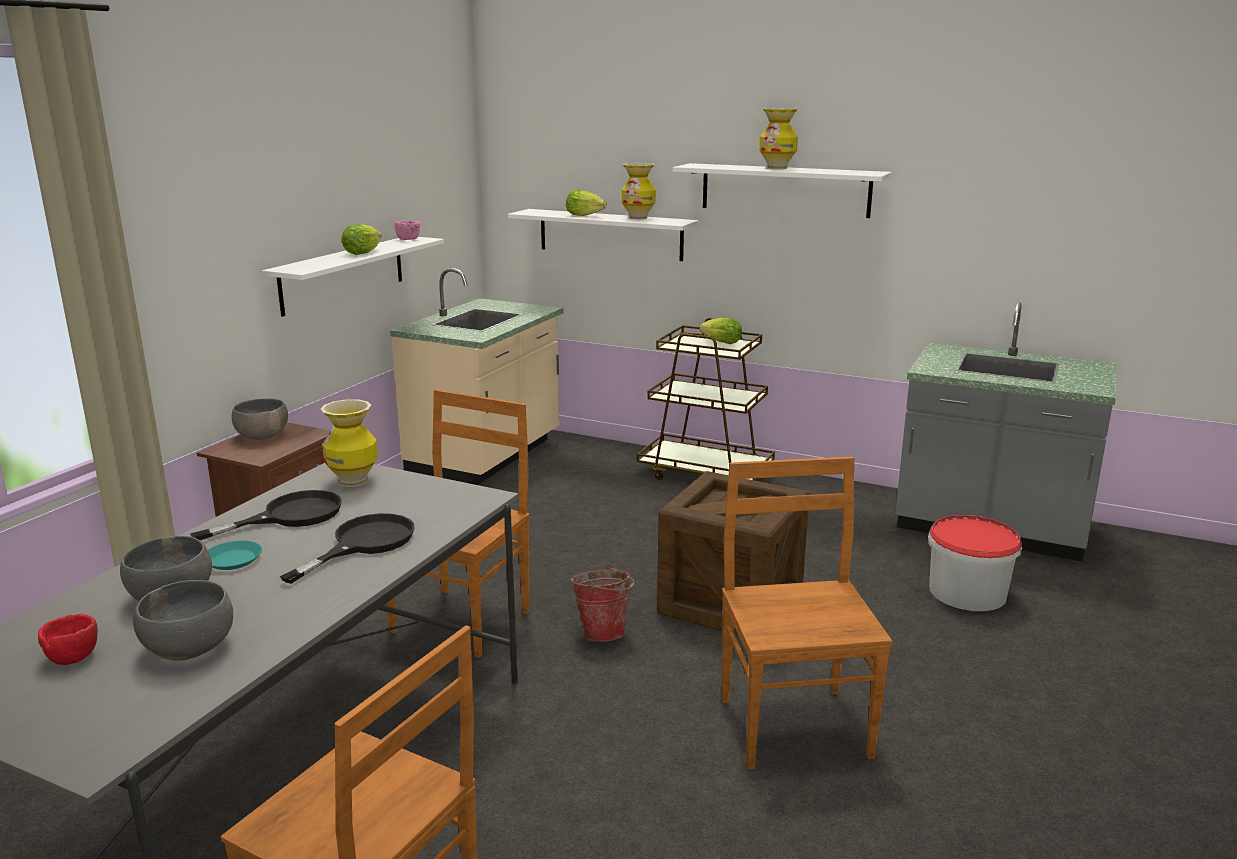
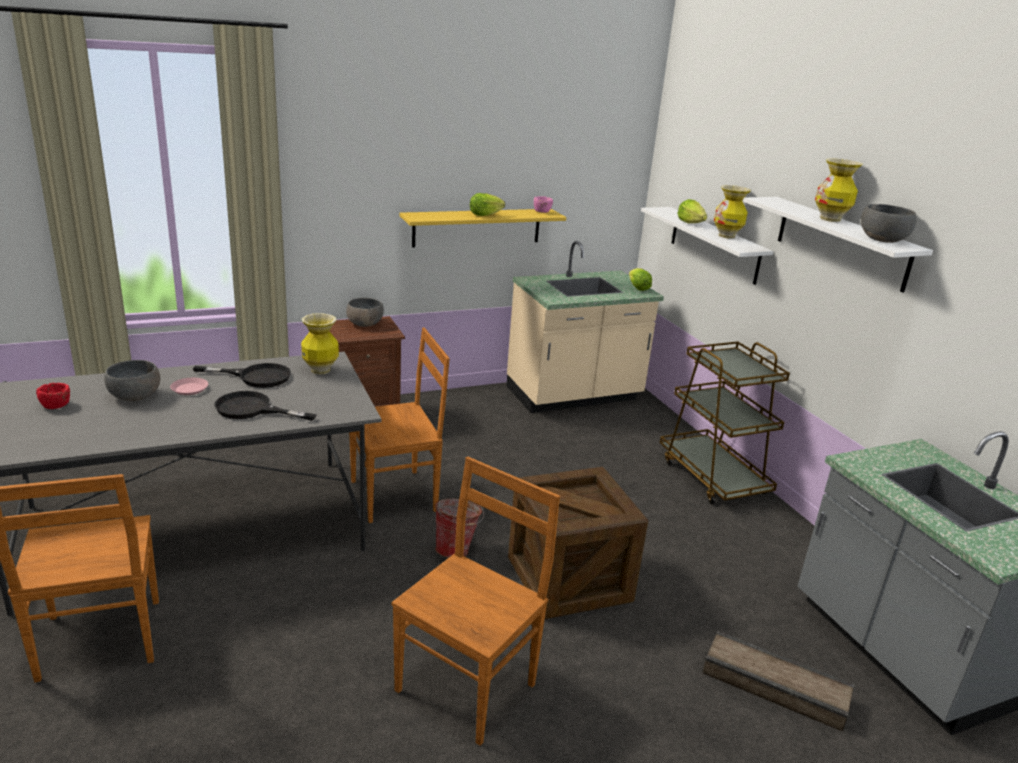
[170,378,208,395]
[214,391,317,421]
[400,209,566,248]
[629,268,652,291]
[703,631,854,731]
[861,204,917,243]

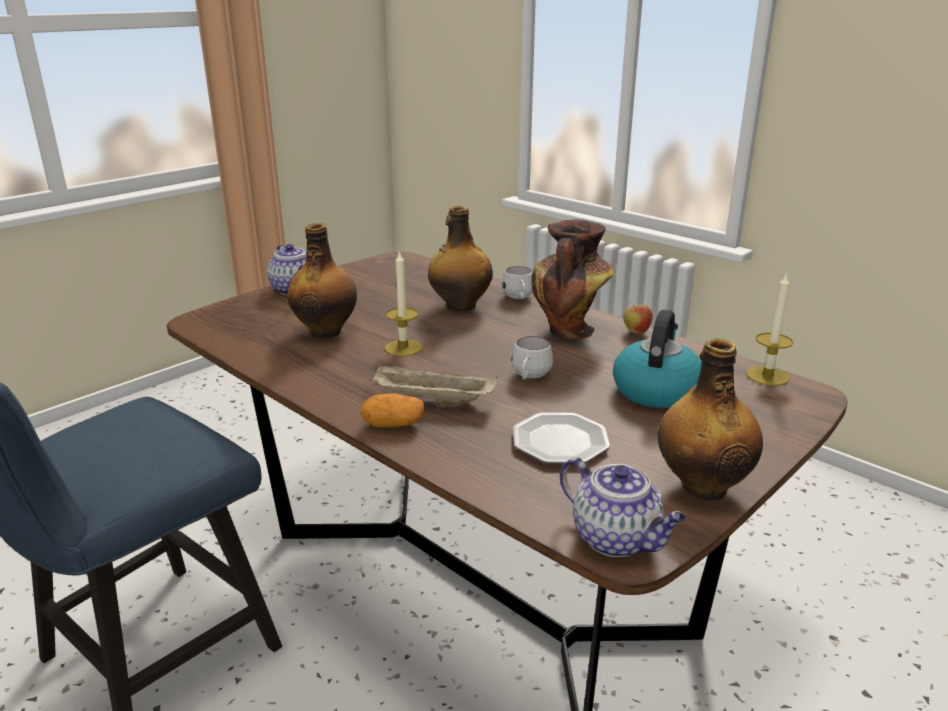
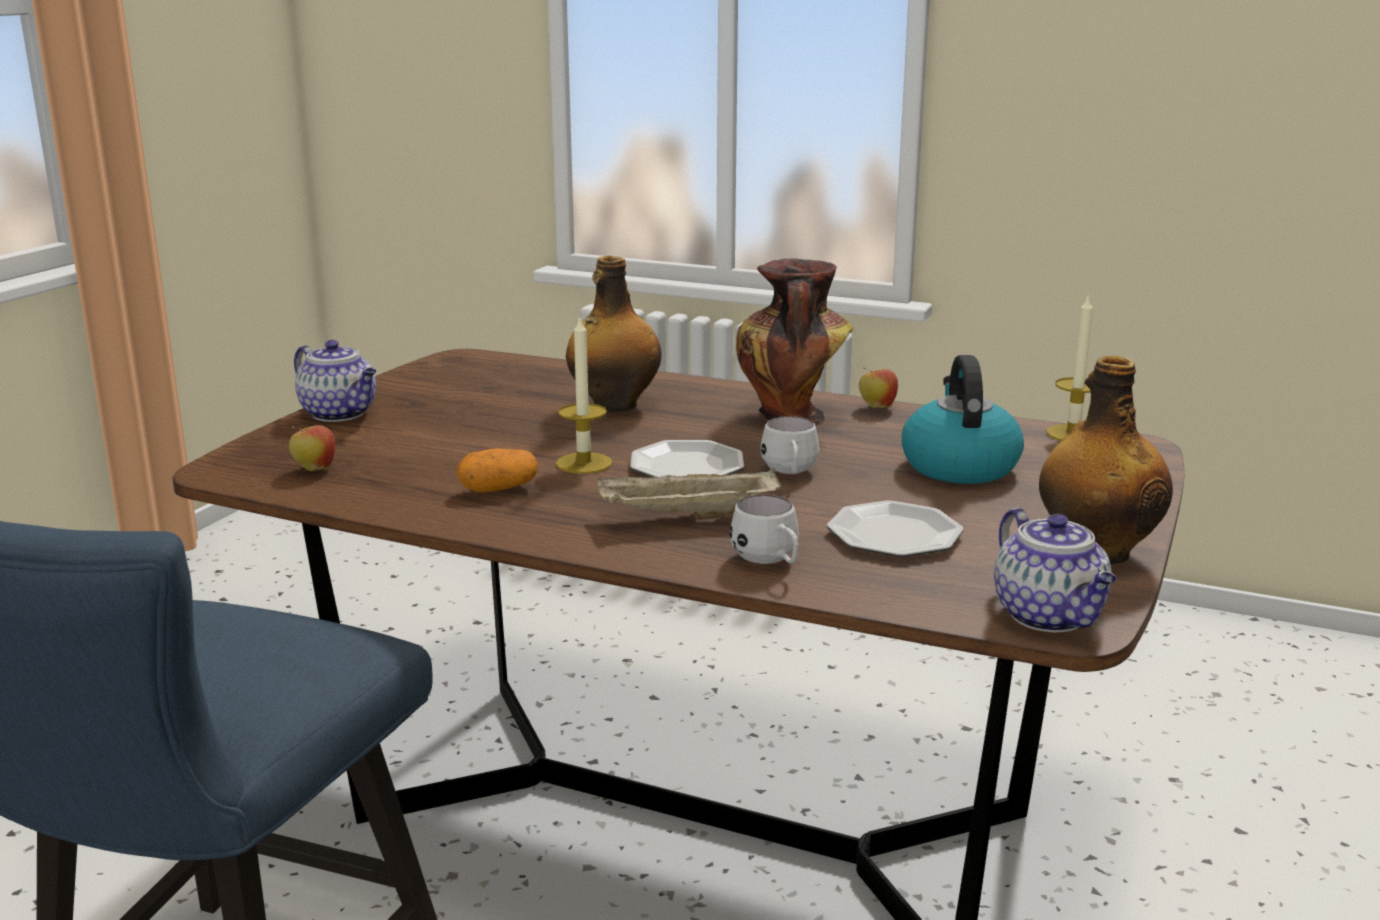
[289,425,335,471]
[456,448,538,492]
[630,440,744,477]
[729,495,799,564]
[994,507,1117,632]
[287,223,357,338] (first image)

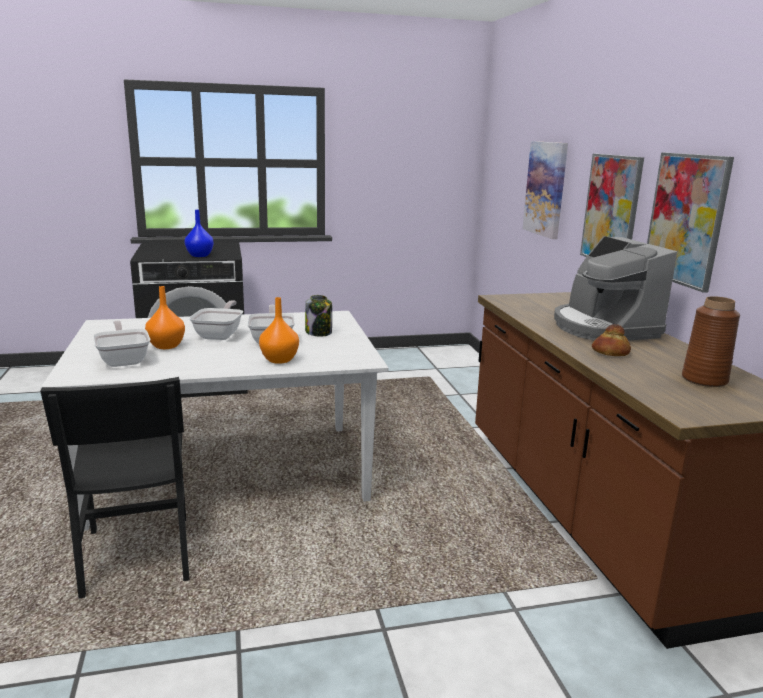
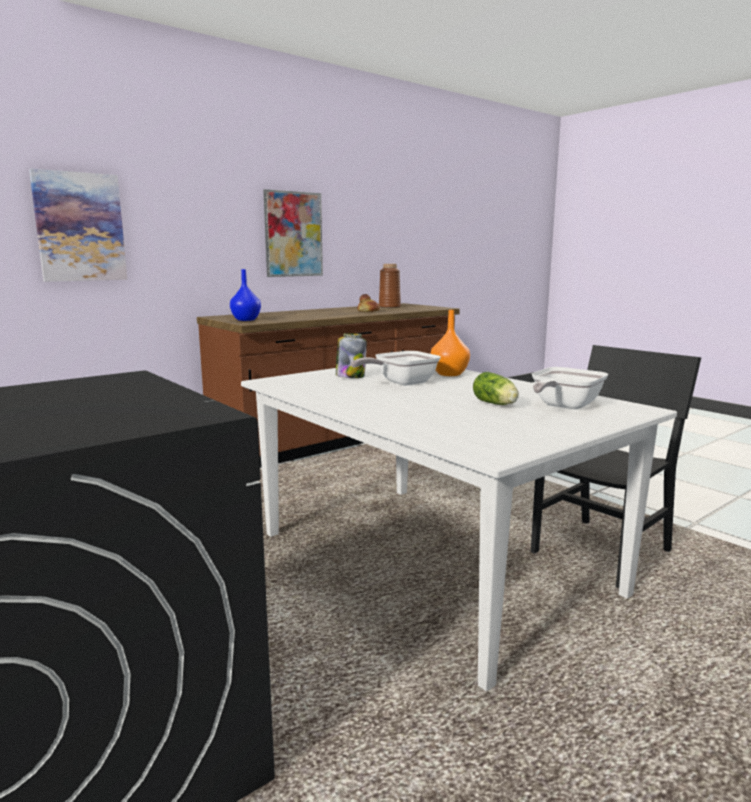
[230,269,261,321]
[473,372,519,405]
[189,300,243,340] (first image)
[554,236,677,341] (first image)
[580,154,644,257] (first image)

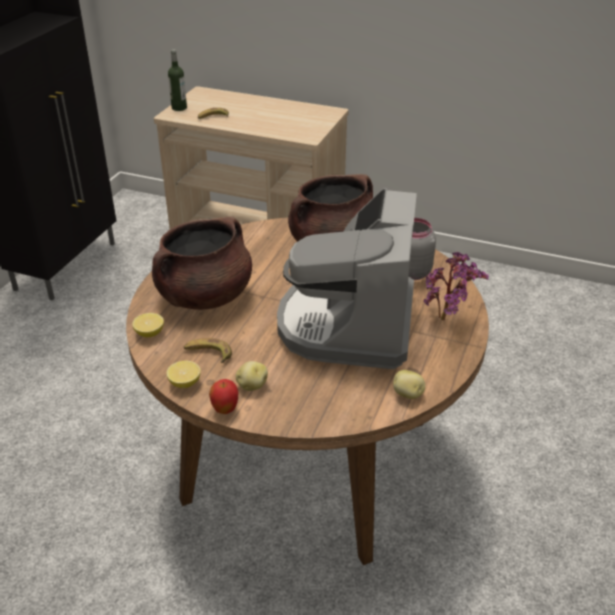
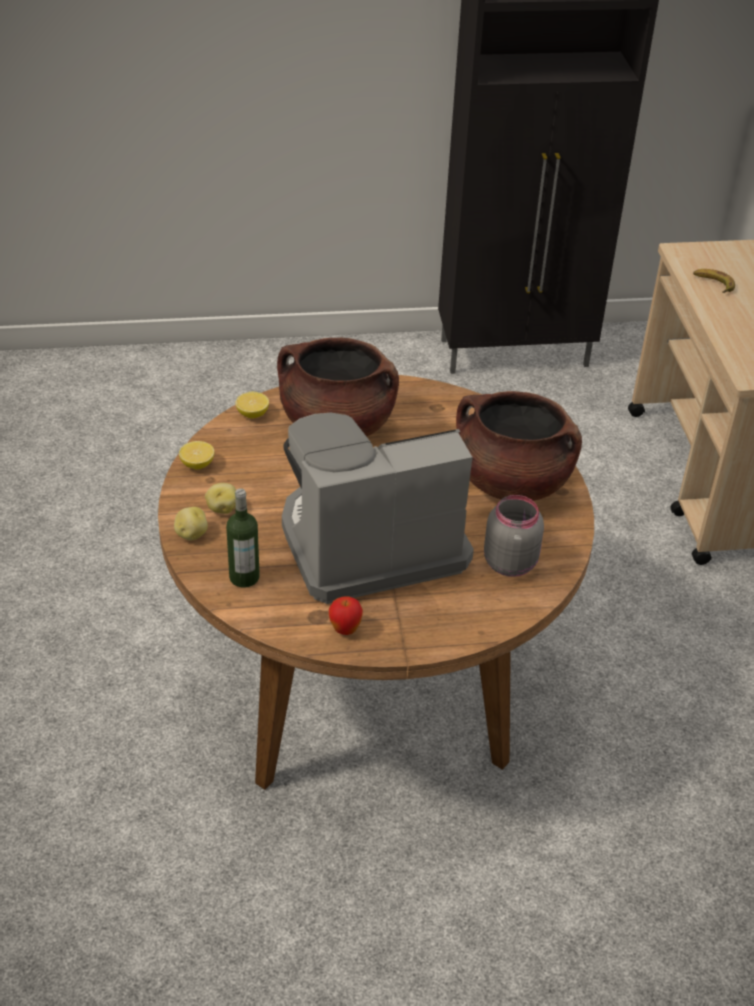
[174,507,208,540]
[226,488,260,587]
[329,596,363,635]
[184,338,232,363] (first image)
[424,252,489,320] (first image)

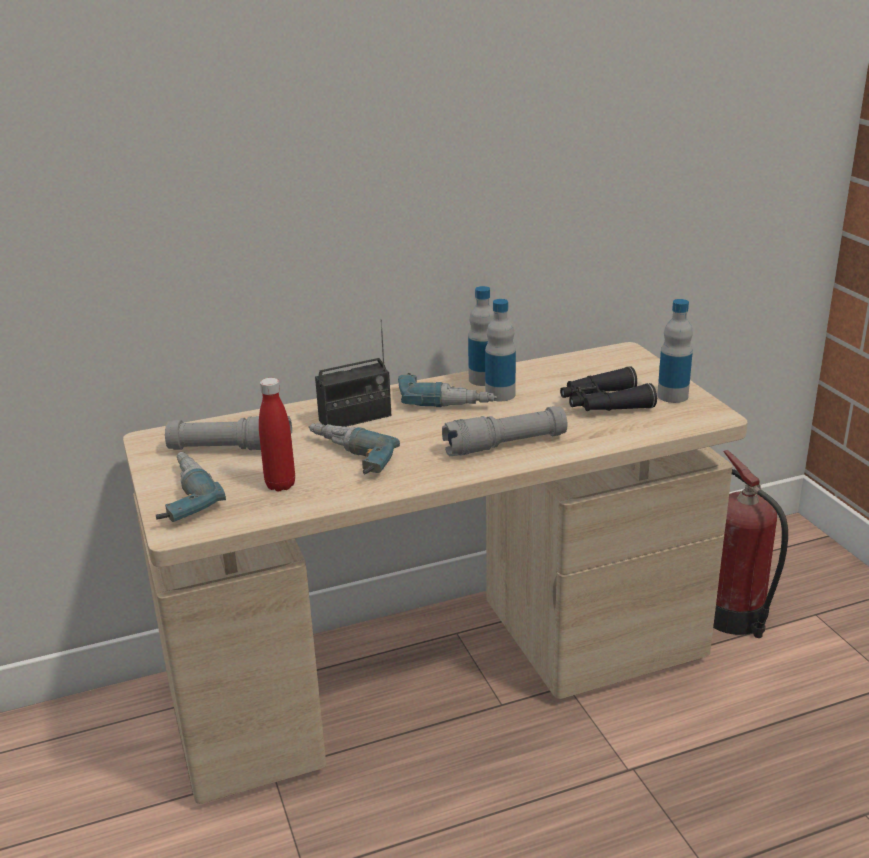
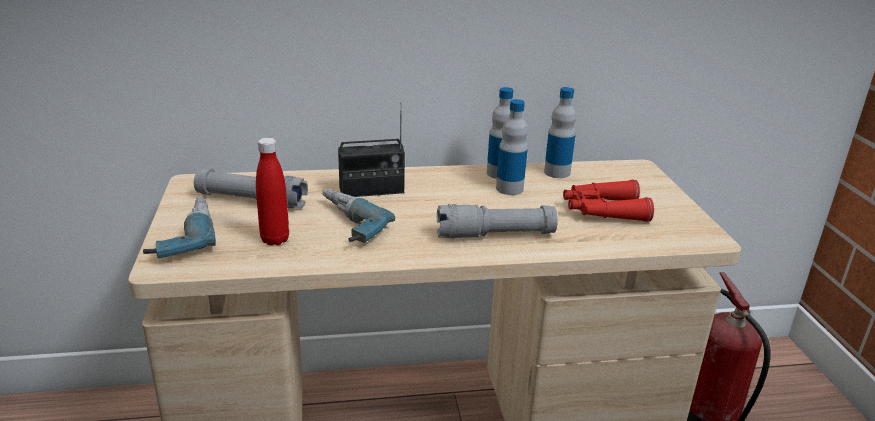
[544,87,576,178]
[563,180,654,222]
[398,373,497,407] (first image)

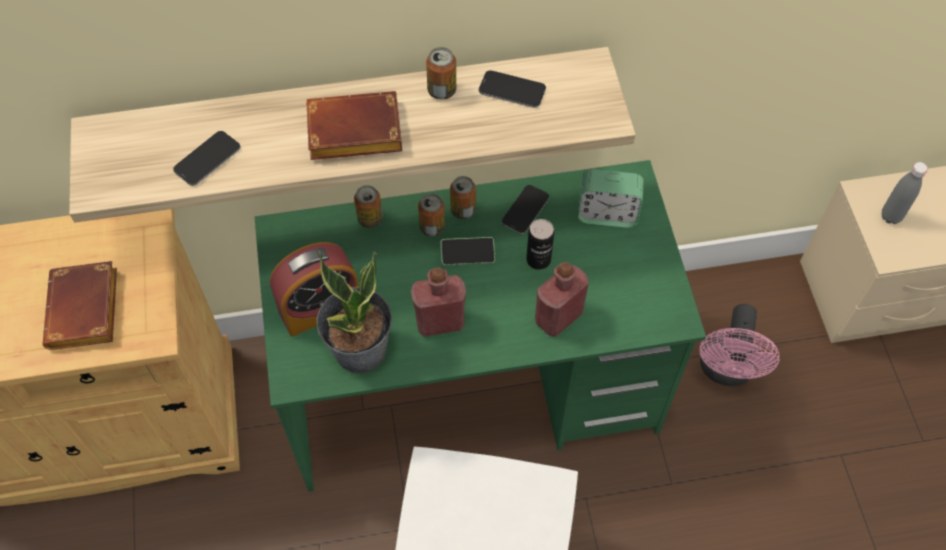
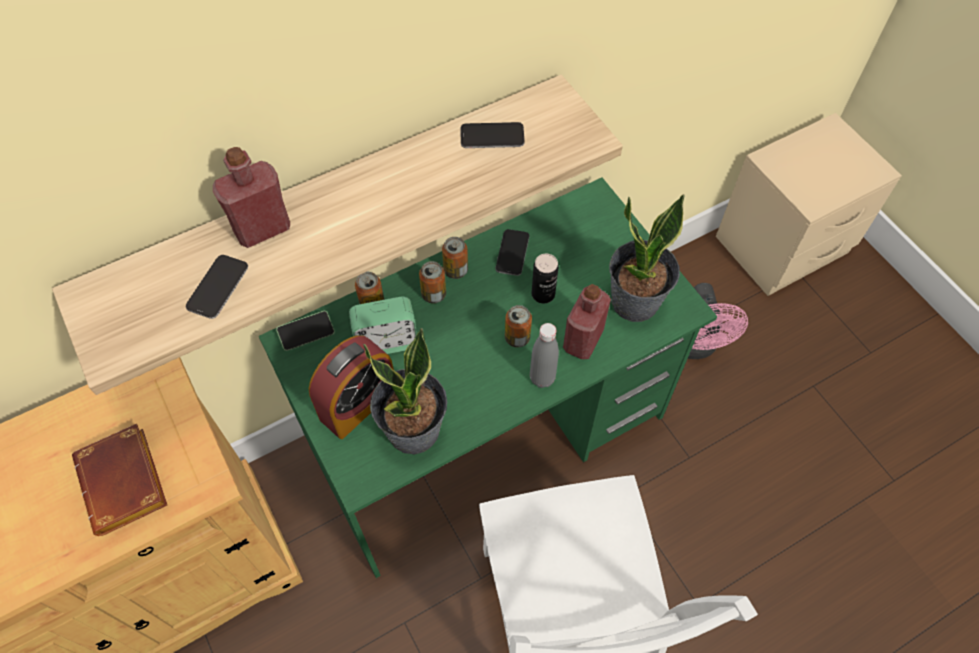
[213,147,290,248]
[276,311,335,351]
[349,297,417,354]
[505,305,532,347]
[530,323,559,388]
[609,194,685,322]
[306,91,402,160] (first image)

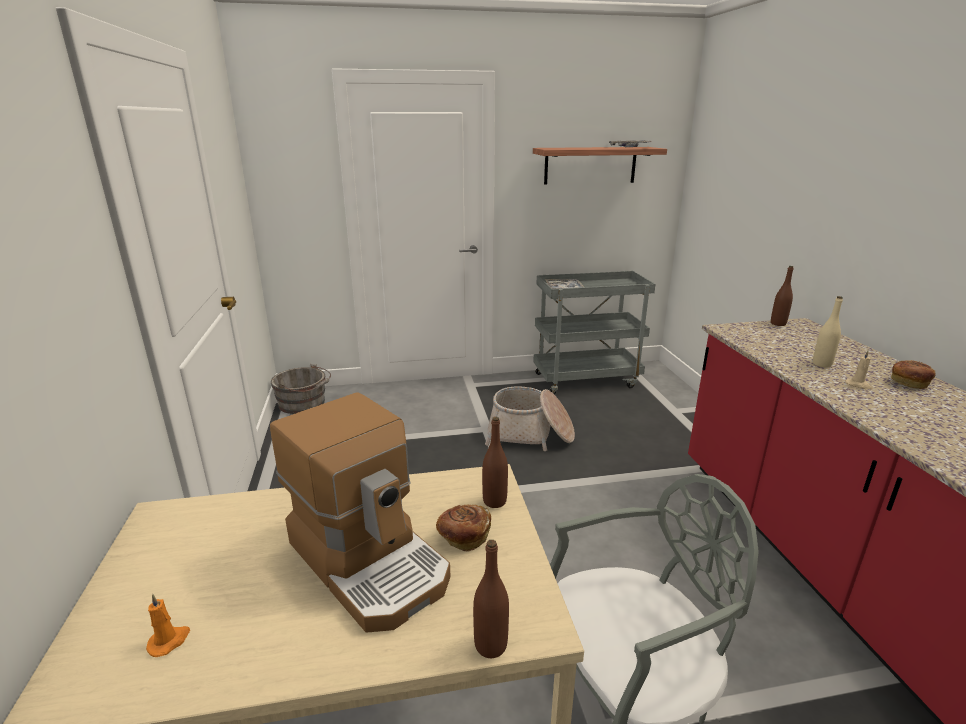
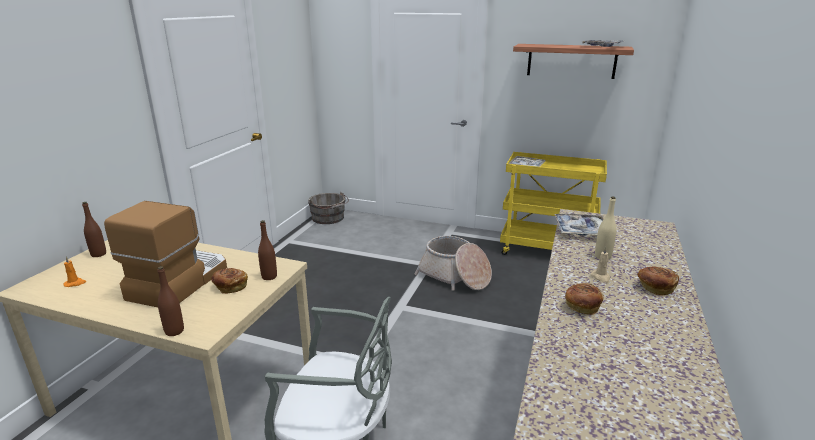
[82,202,106,257]
[104,201,227,308]
[500,152,607,255]
[555,214,605,235]
[565,283,604,315]

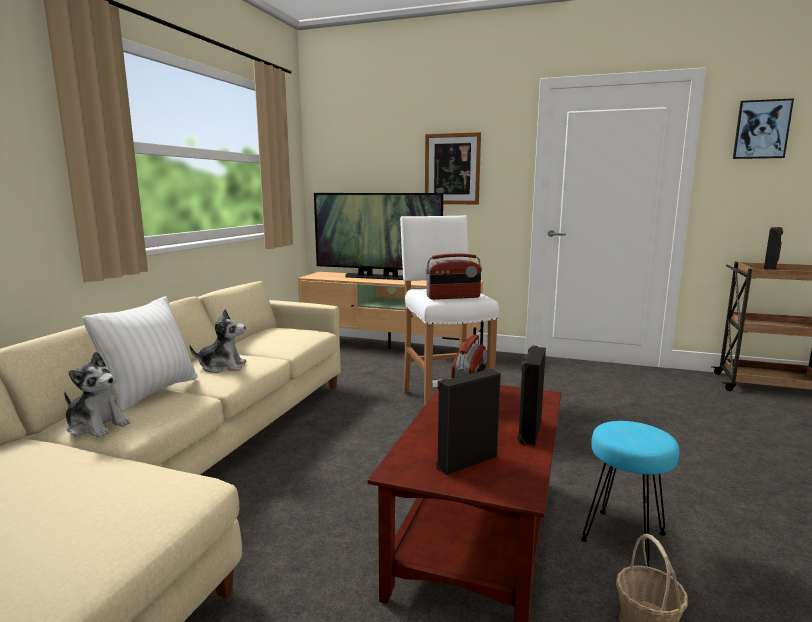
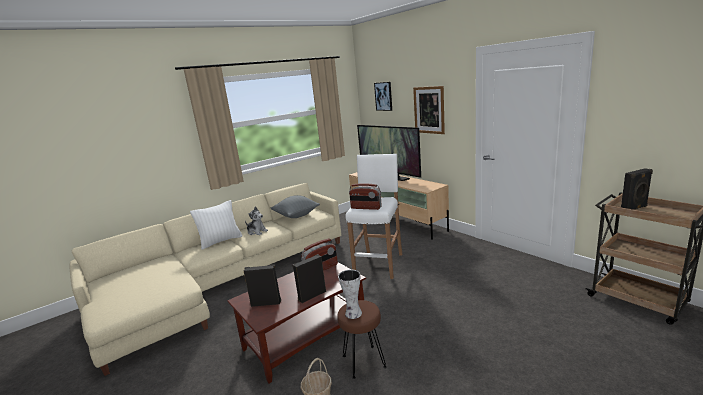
[271,195,320,218]
[337,300,387,379]
[338,269,362,319]
[374,82,392,111]
[64,352,131,437] (first image)

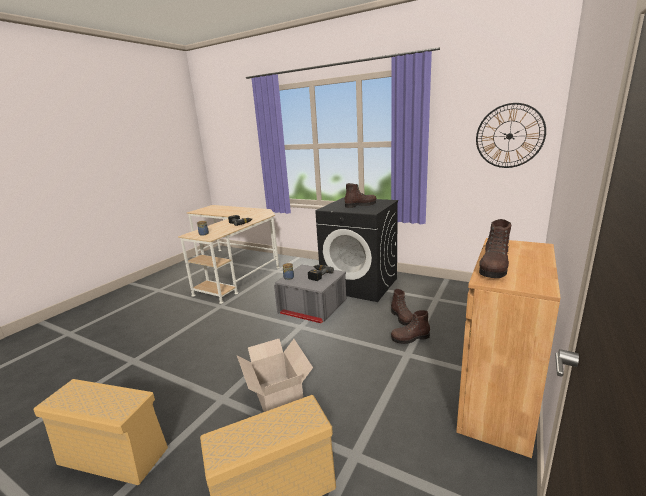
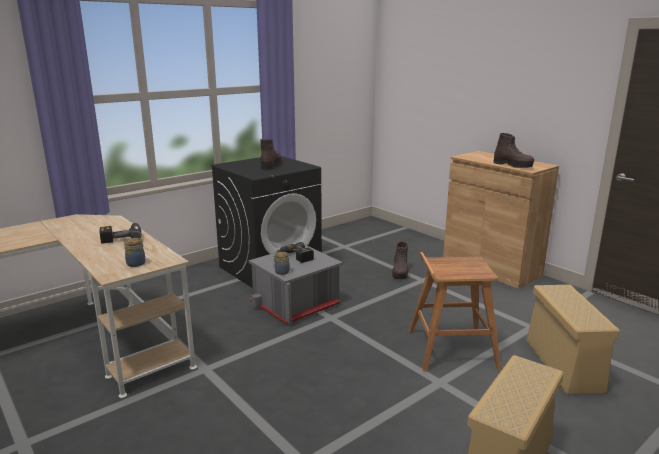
[409,252,501,372]
[391,289,413,326] (first image)
[476,103,546,168] (first image)

